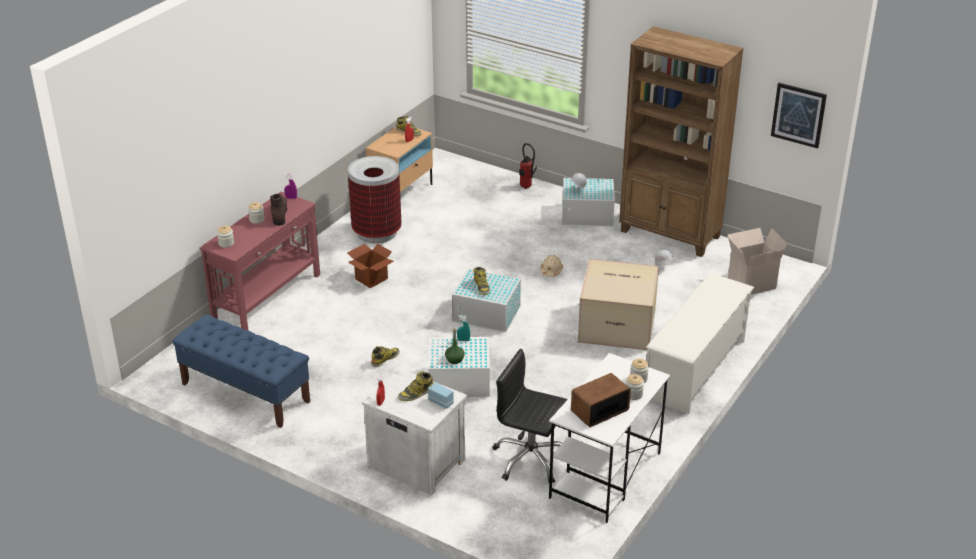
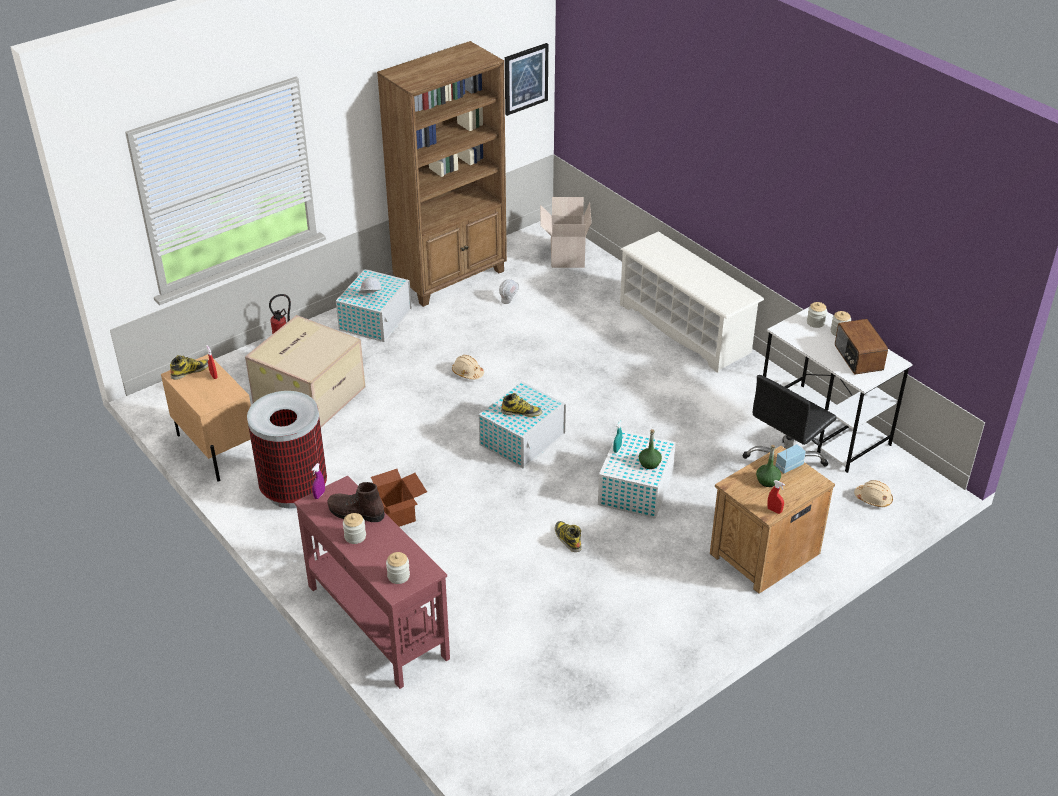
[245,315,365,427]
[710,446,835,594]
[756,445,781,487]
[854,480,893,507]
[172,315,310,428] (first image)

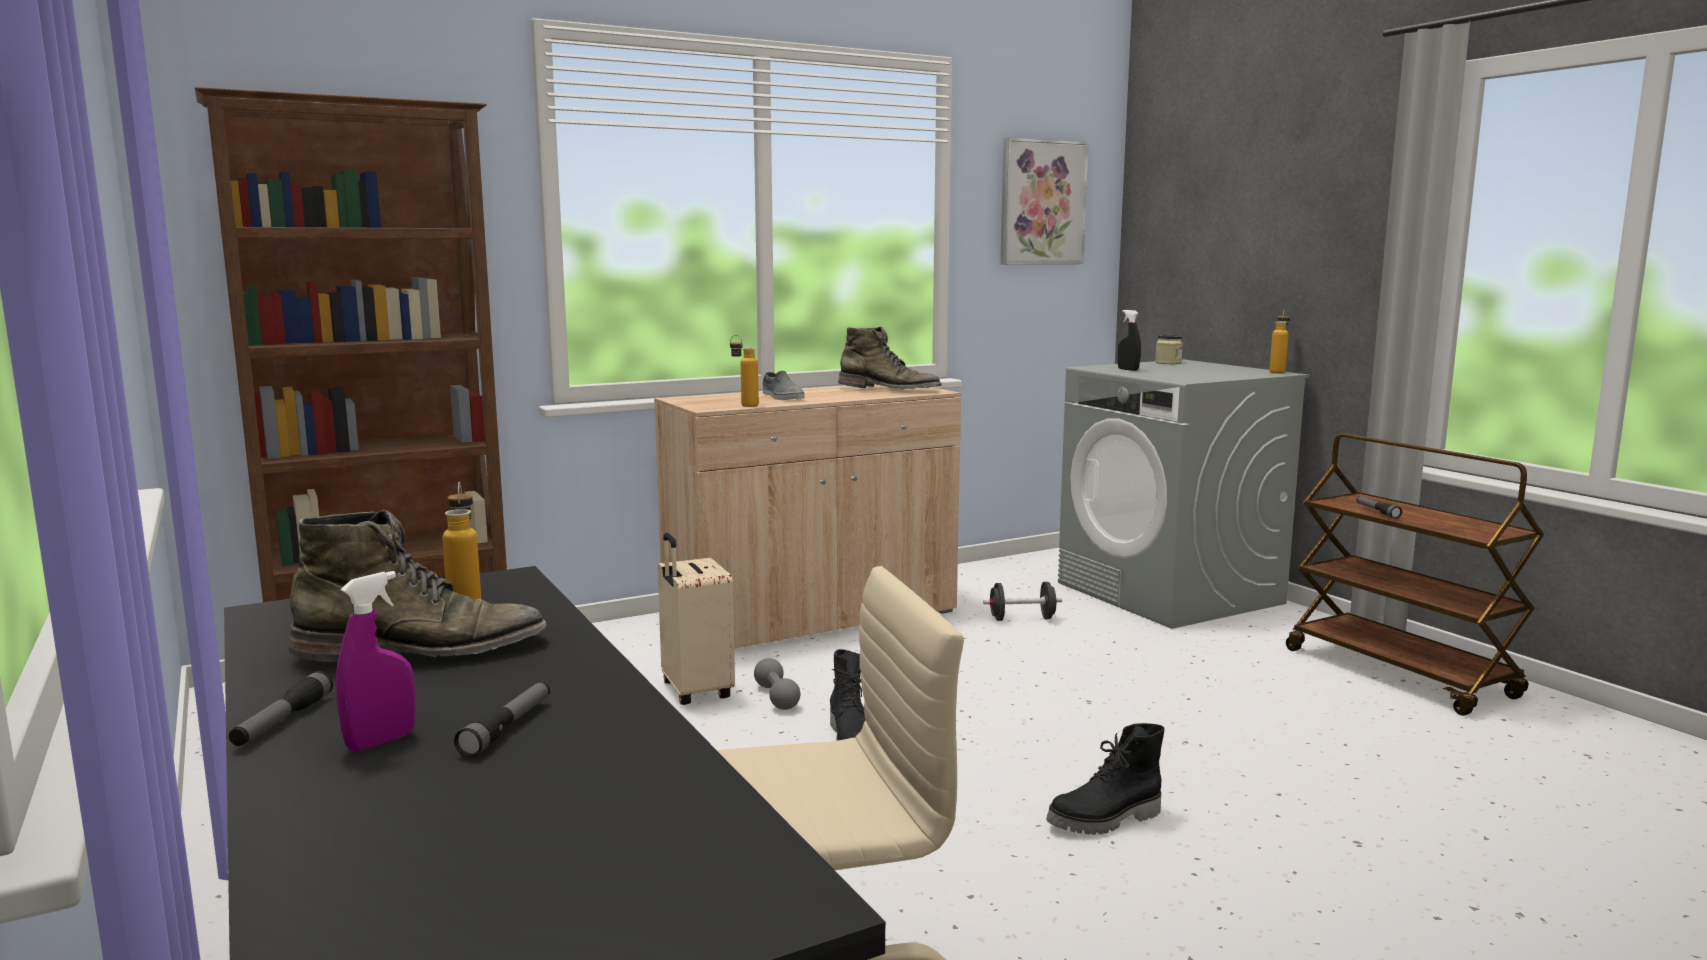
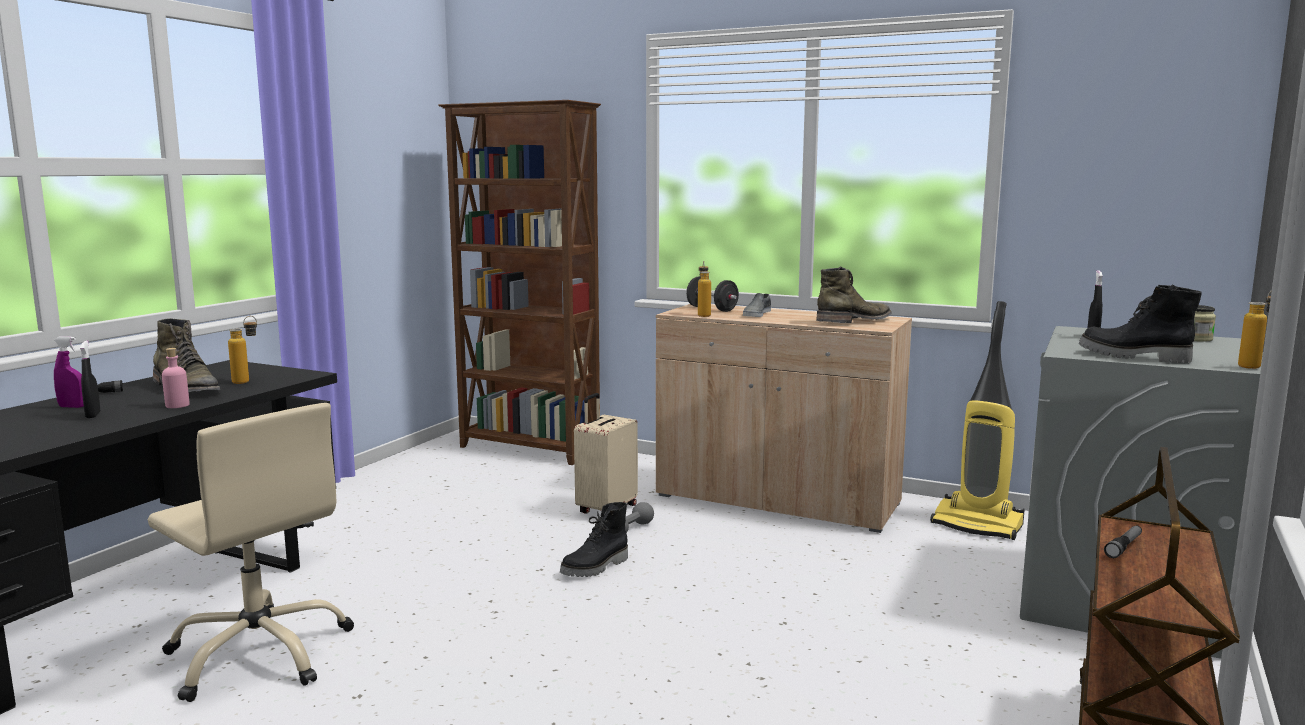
[80,341,100,418]
[162,348,190,408]
[686,277,739,312]
[817,267,892,323]
[930,301,1025,540]
[1079,285,1202,363]
[1000,138,1089,265] (first image)

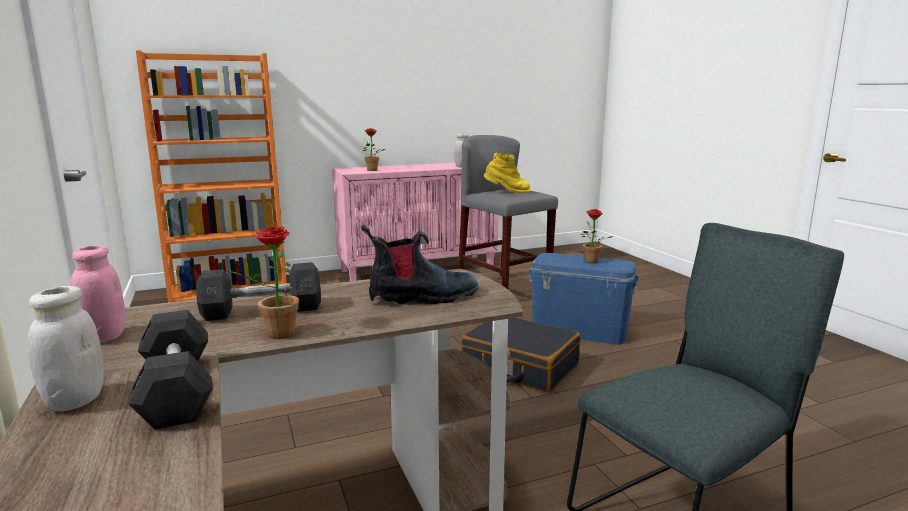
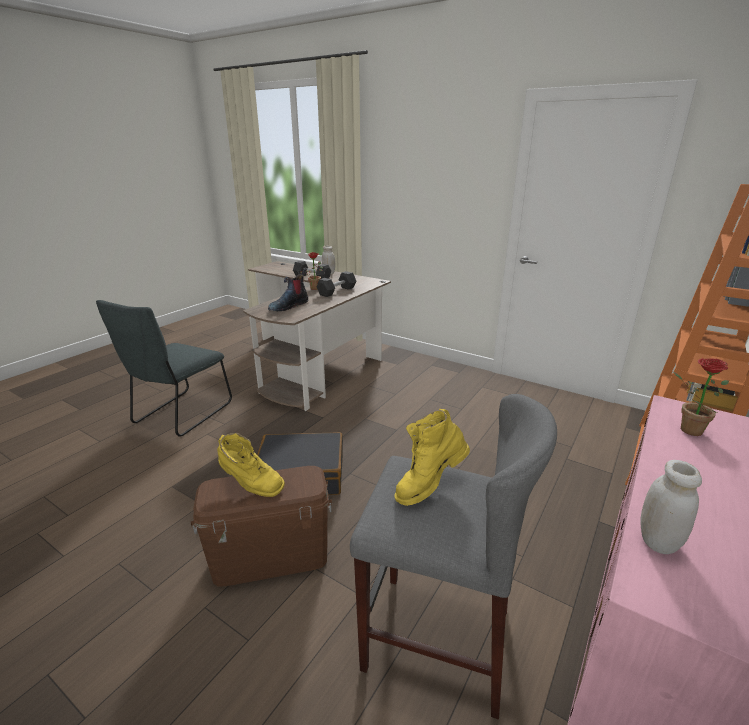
[191,466,332,587]
[217,433,285,497]
[71,245,125,343] (first image)

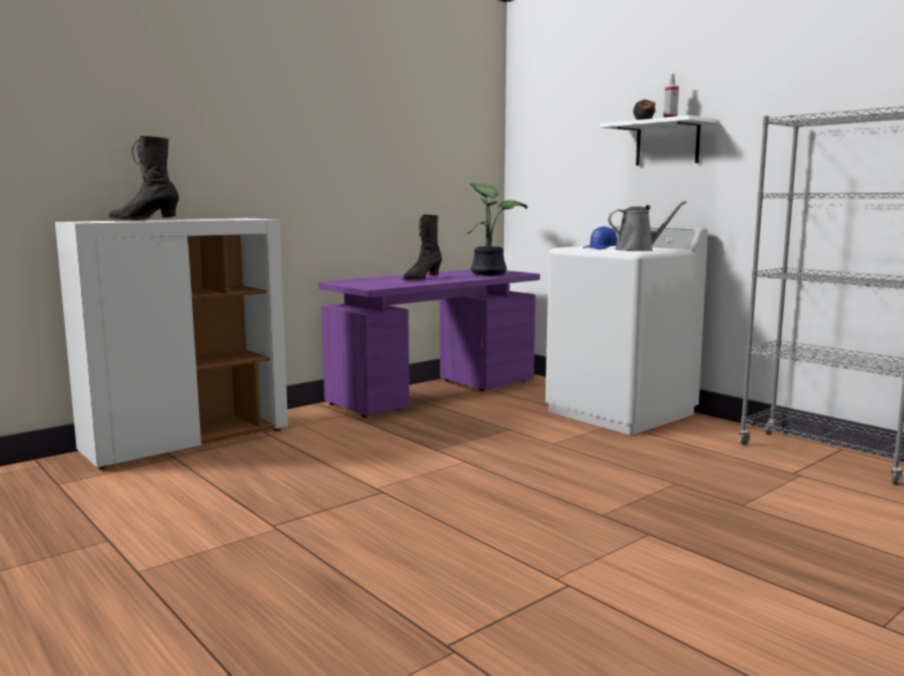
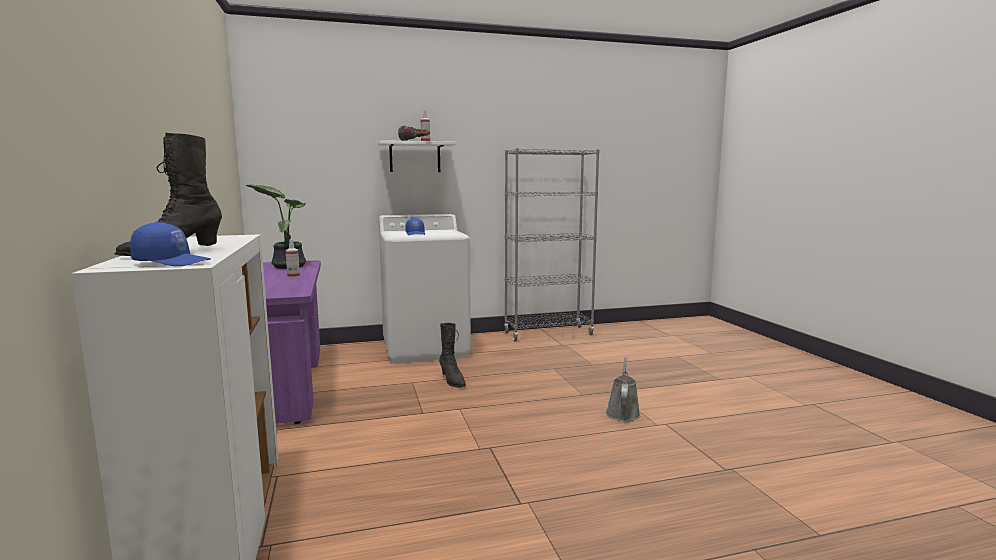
[130,222,211,266]
[286,239,300,278]
[439,323,466,388]
[606,357,640,421]

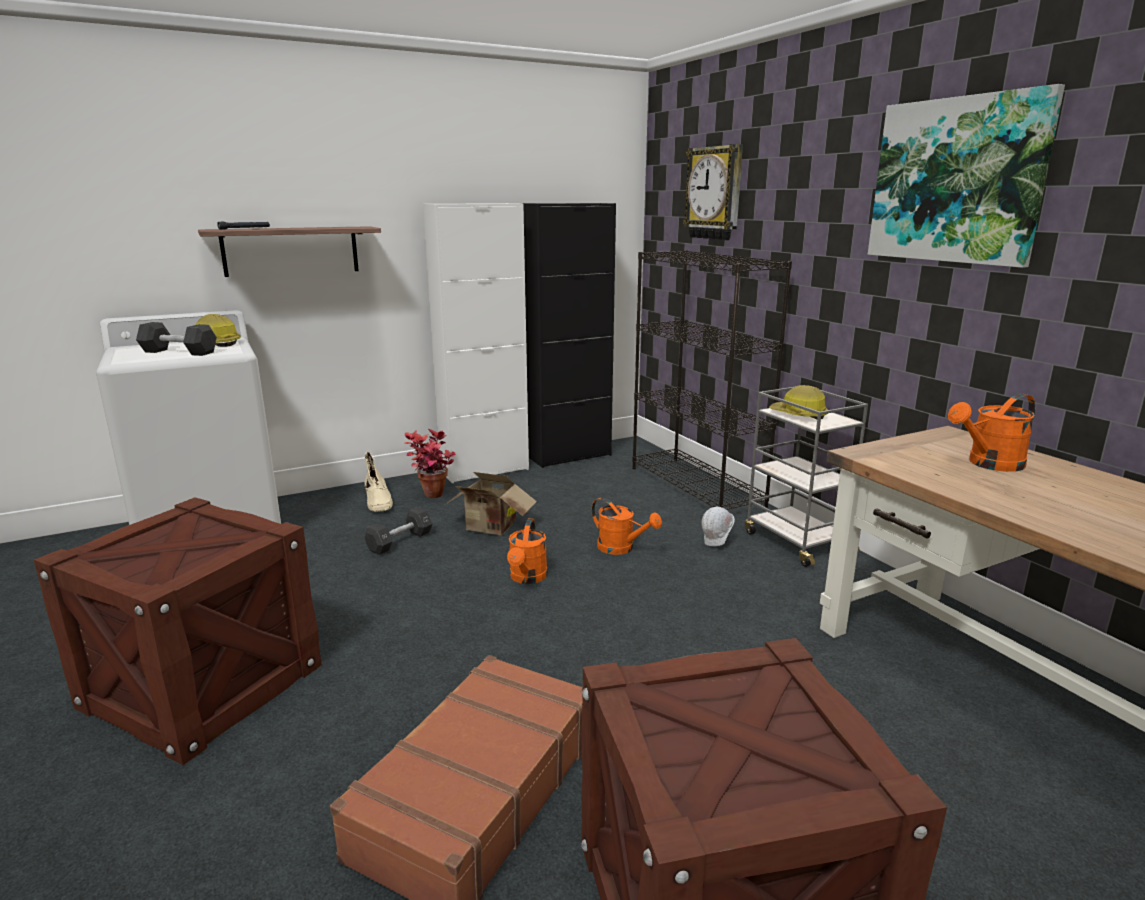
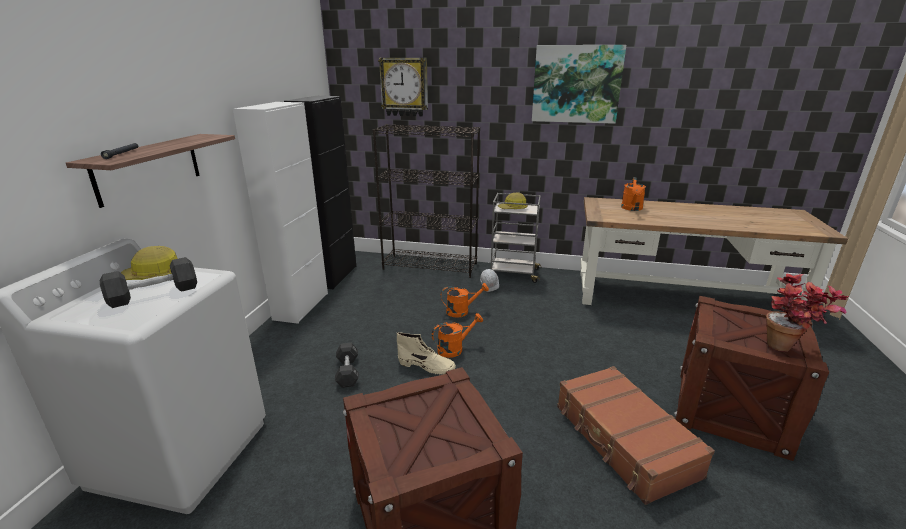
[397,332,456,374]
[432,313,483,358]
[766,273,849,352]
[445,472,537,535] (first image)

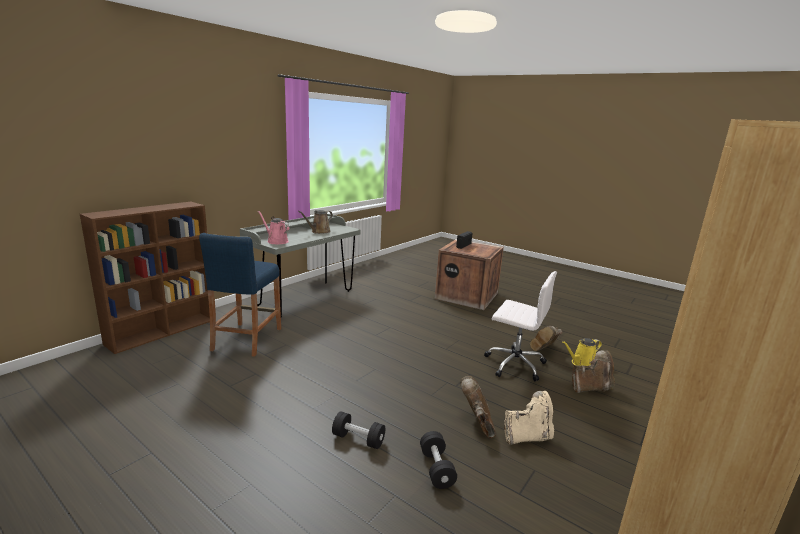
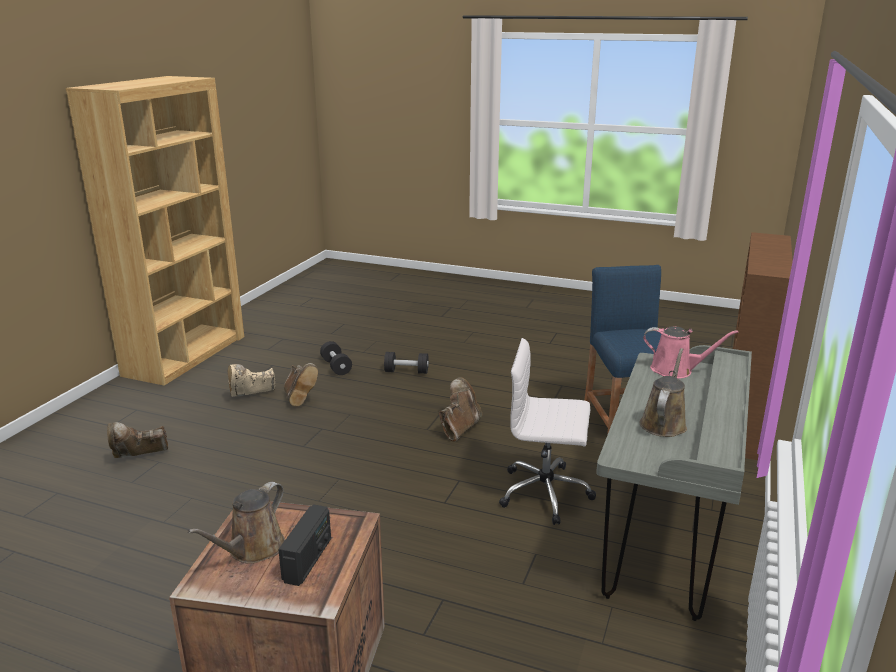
[188,482,285,564]
[439,377,482,442]
[499,338,596,525]
[562,338,602,366] (first image)

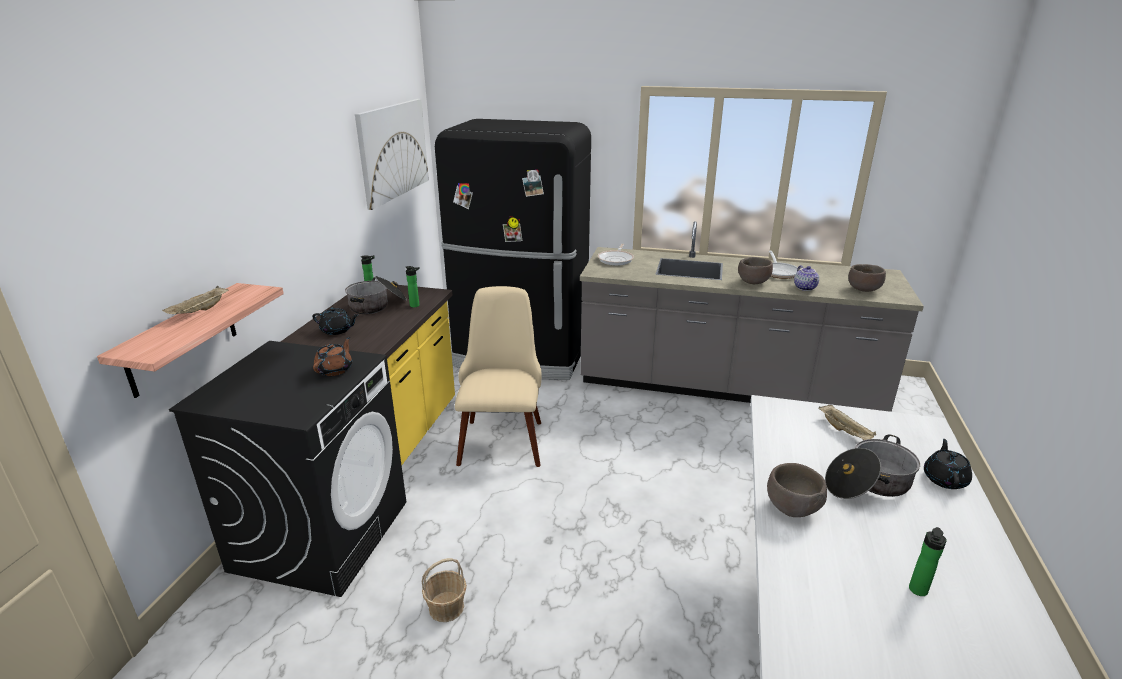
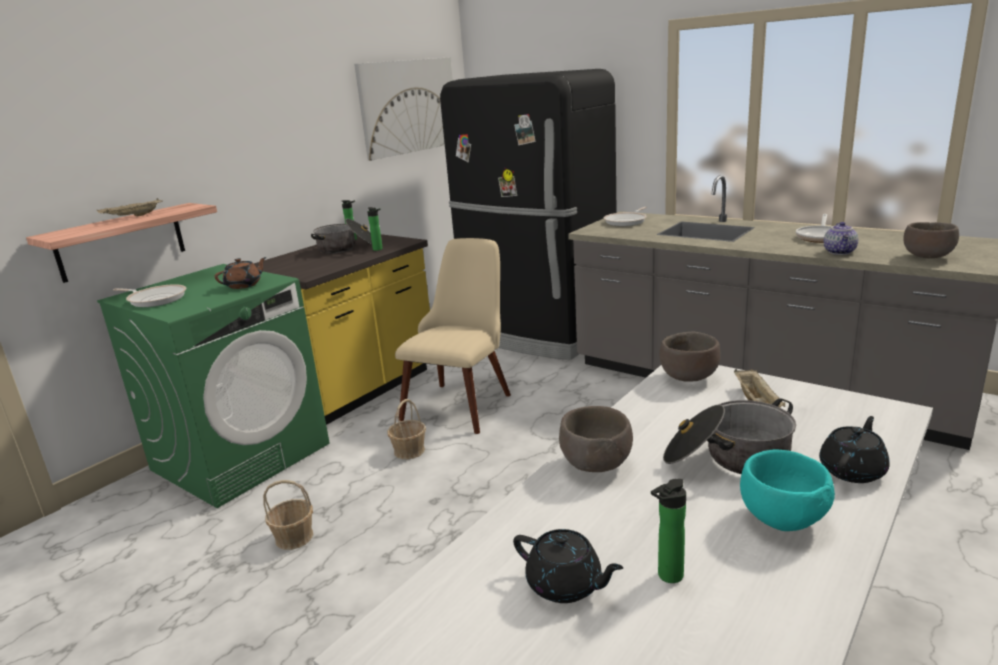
[97,264,330,508]
[113,284,186,307]
[387,399,426,459]
[513,529,623,603]
[659,331,721,382]
[740,449,835,531]

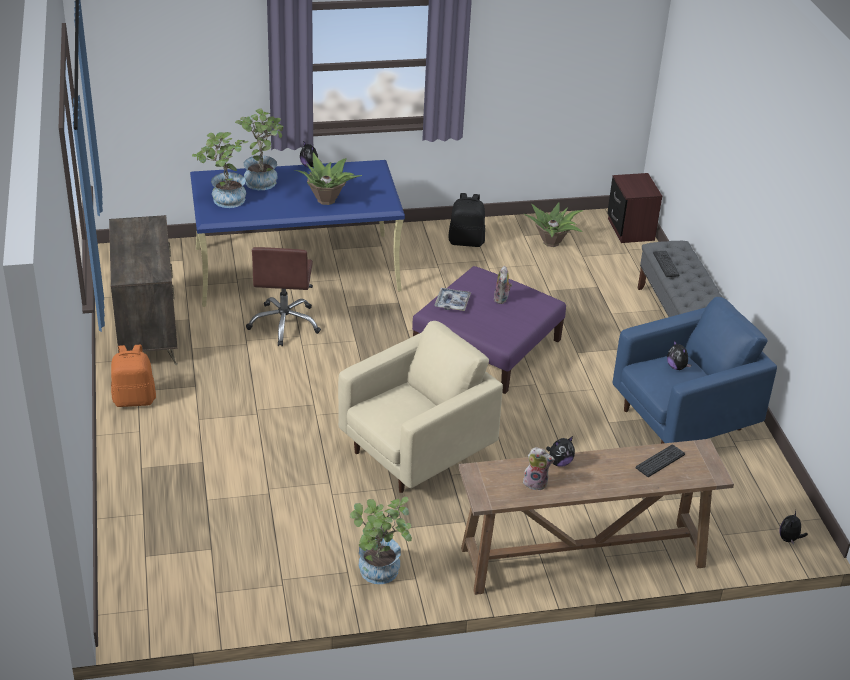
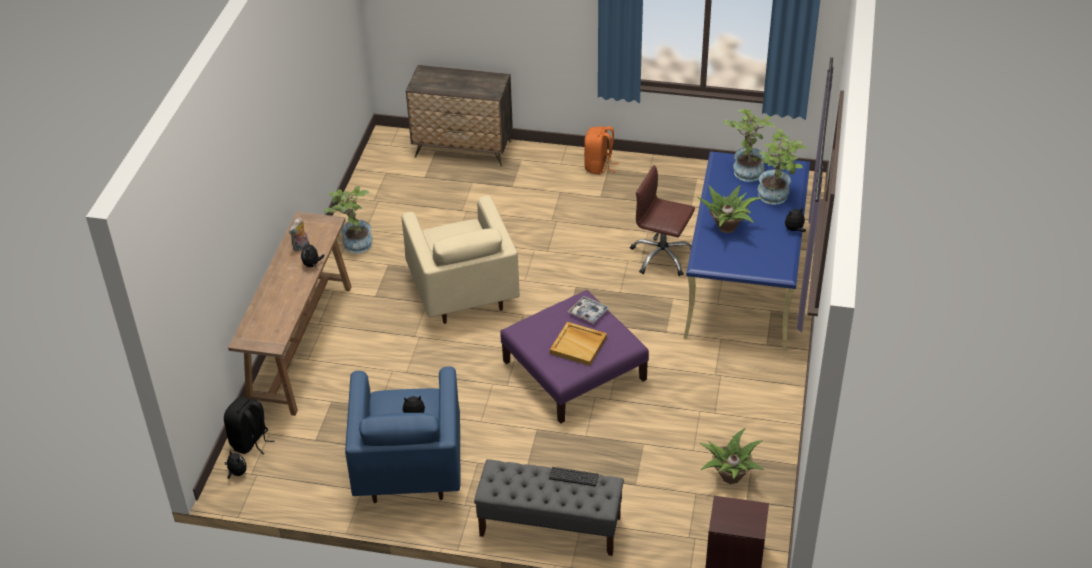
[224,397,275,454]
[406,65,513,167]
[550,322,607,366]
[636,444,685,477] (first image)

